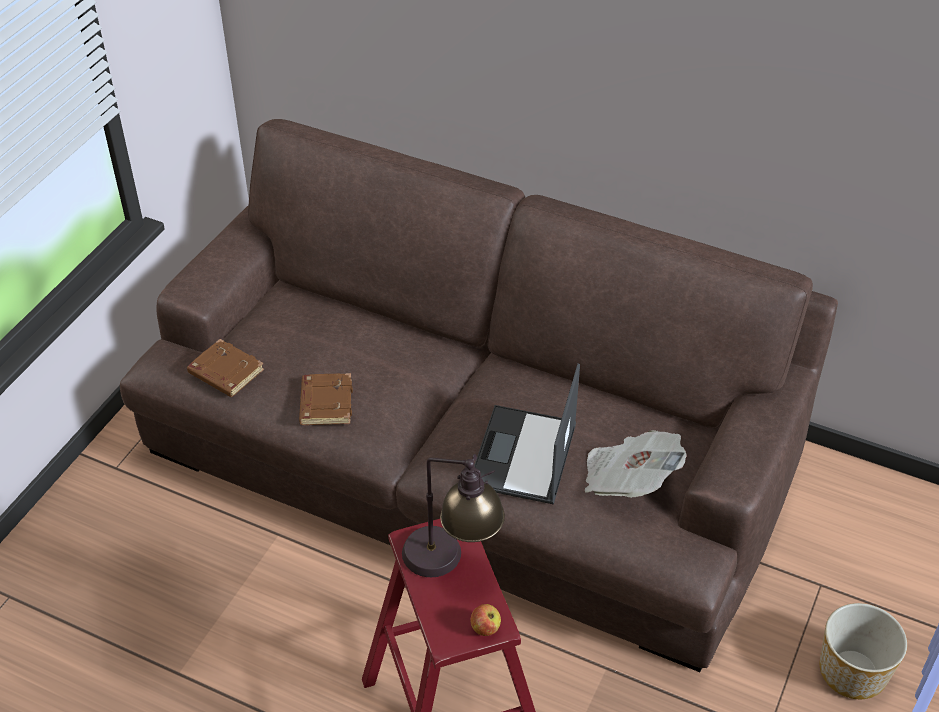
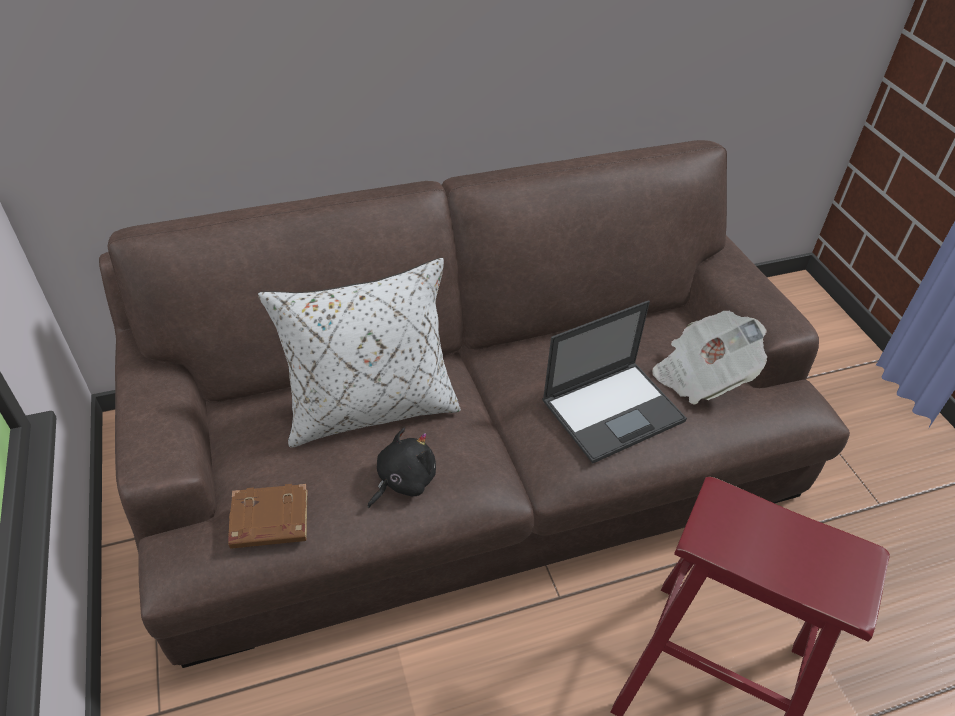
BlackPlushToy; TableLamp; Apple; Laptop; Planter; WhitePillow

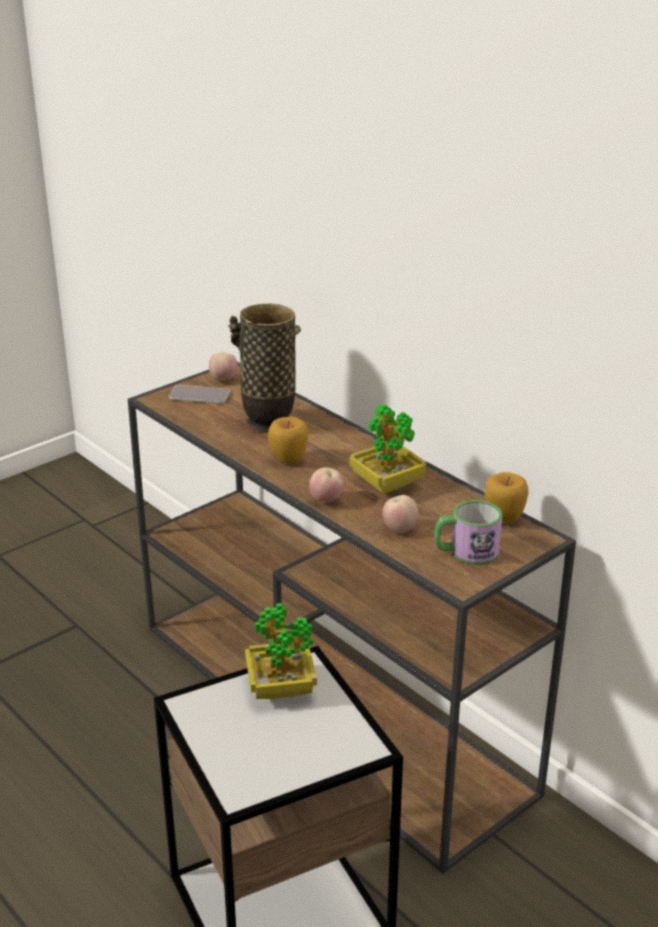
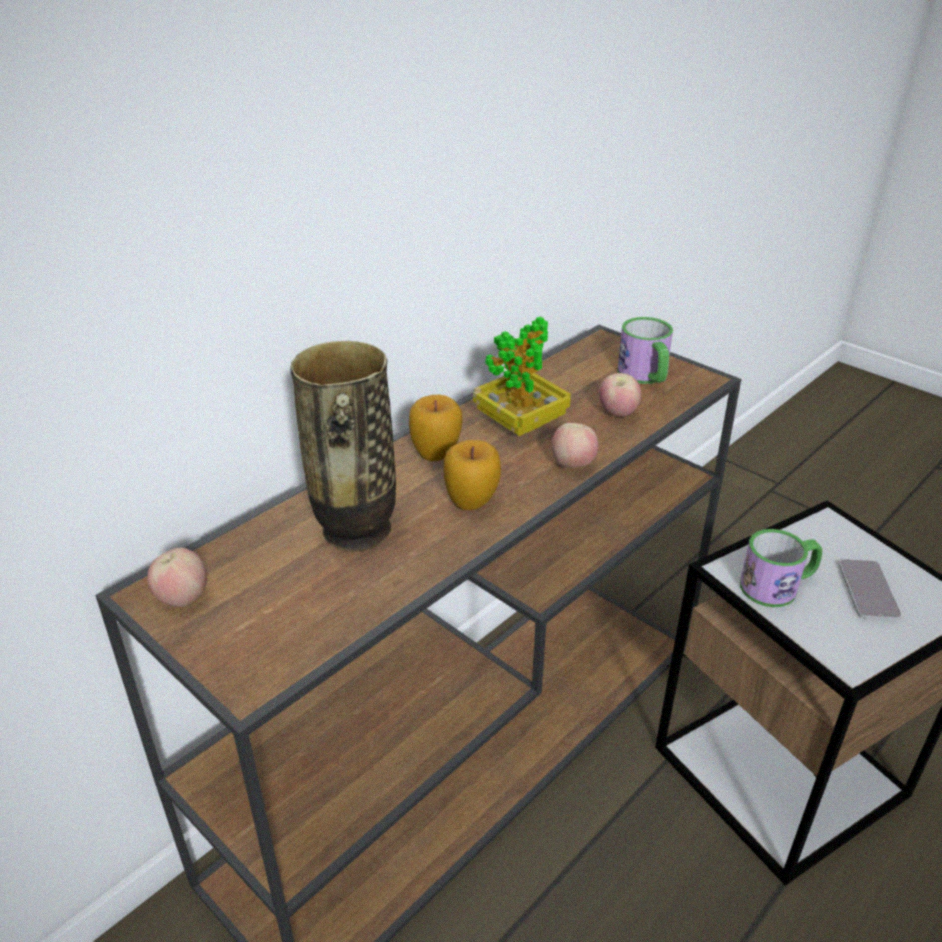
Phone; Mug (no. 2 from left); Apple (no. 2 from left)

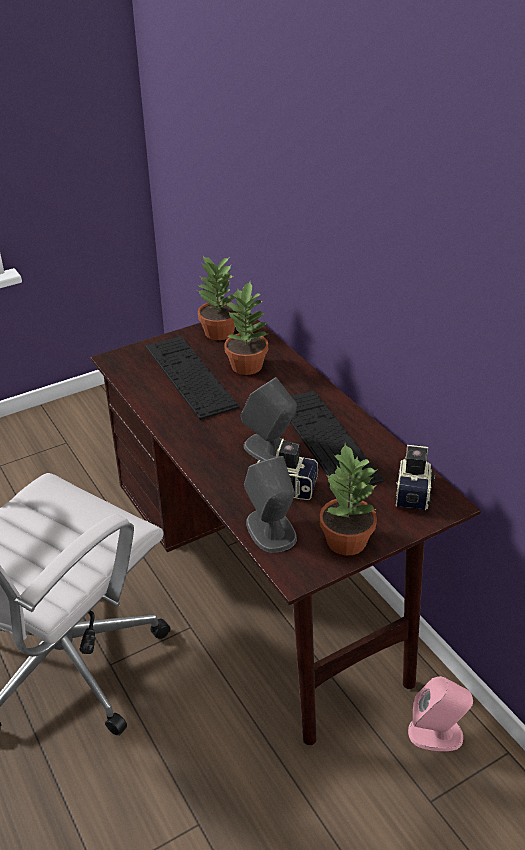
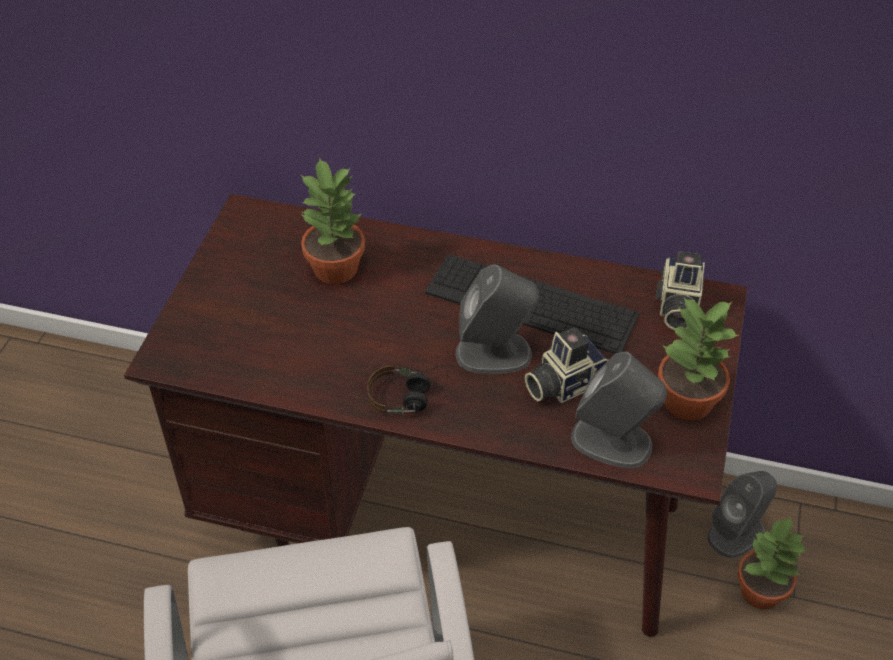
Keyboard (no. 1 from left in the first image); PottedPlant (no. 3 from left); PhotoCamera (no. 2 from left); GreySpeaker (no. 3 from left); Headphones

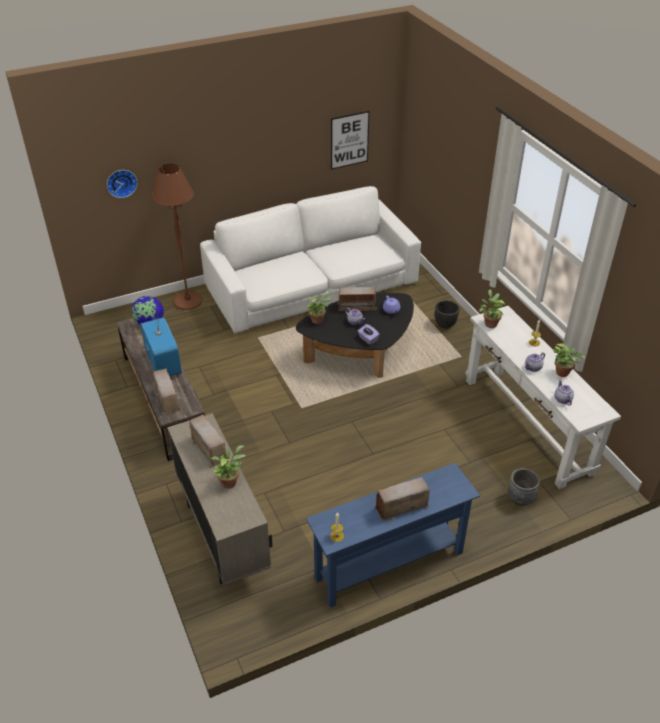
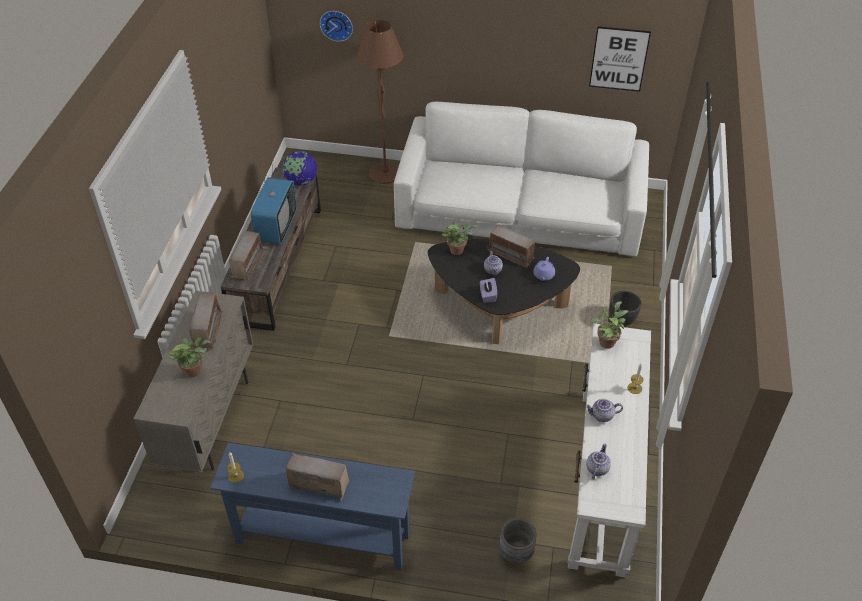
PottedPlant (no. 4 from left in the first image)

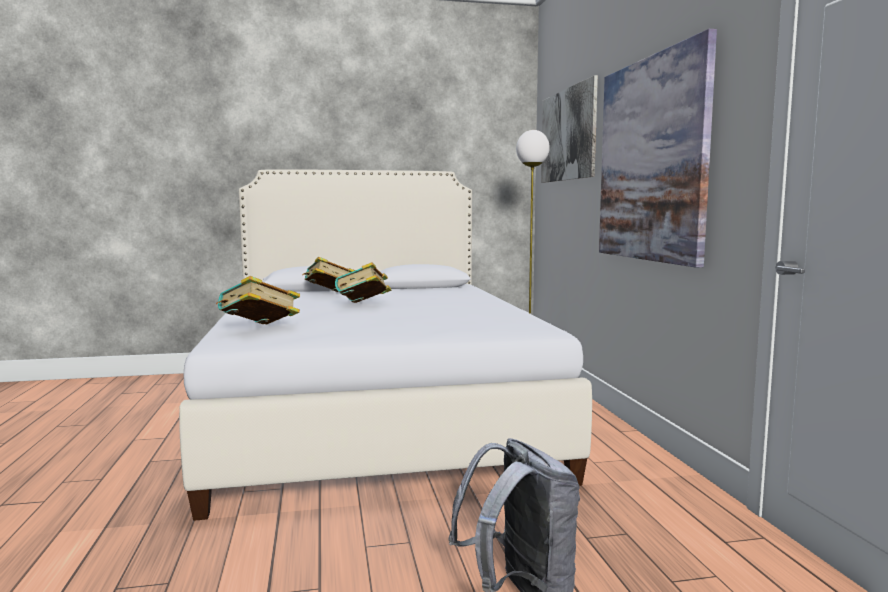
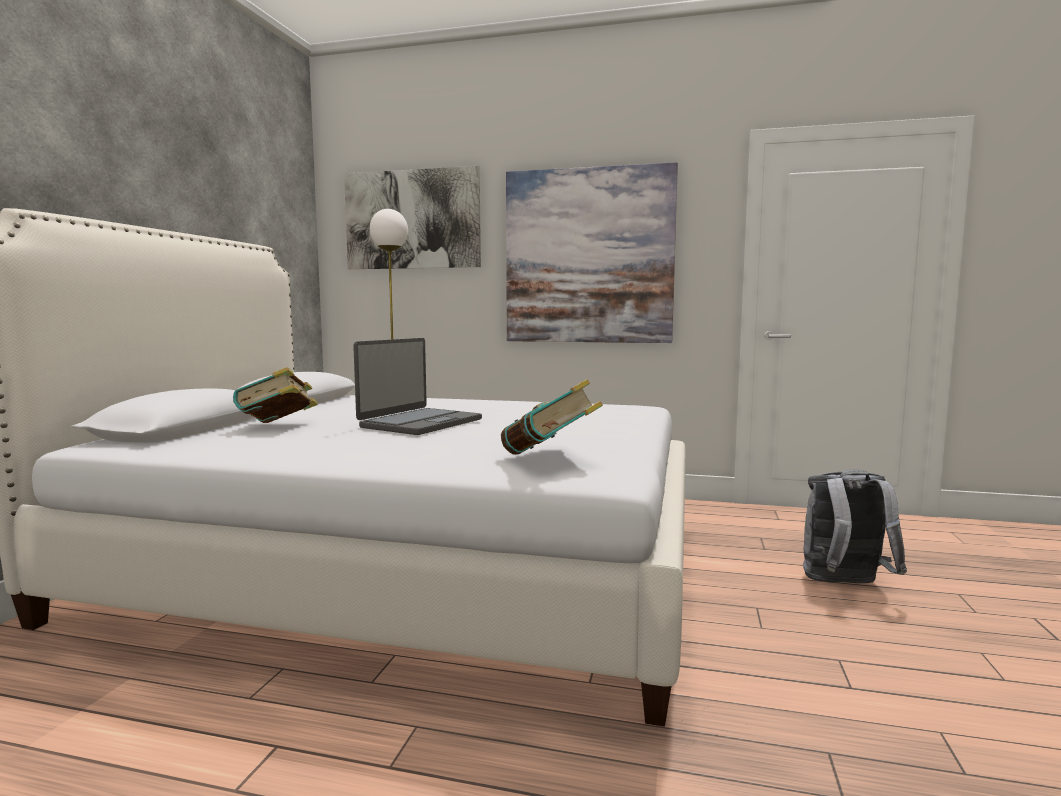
Laptop

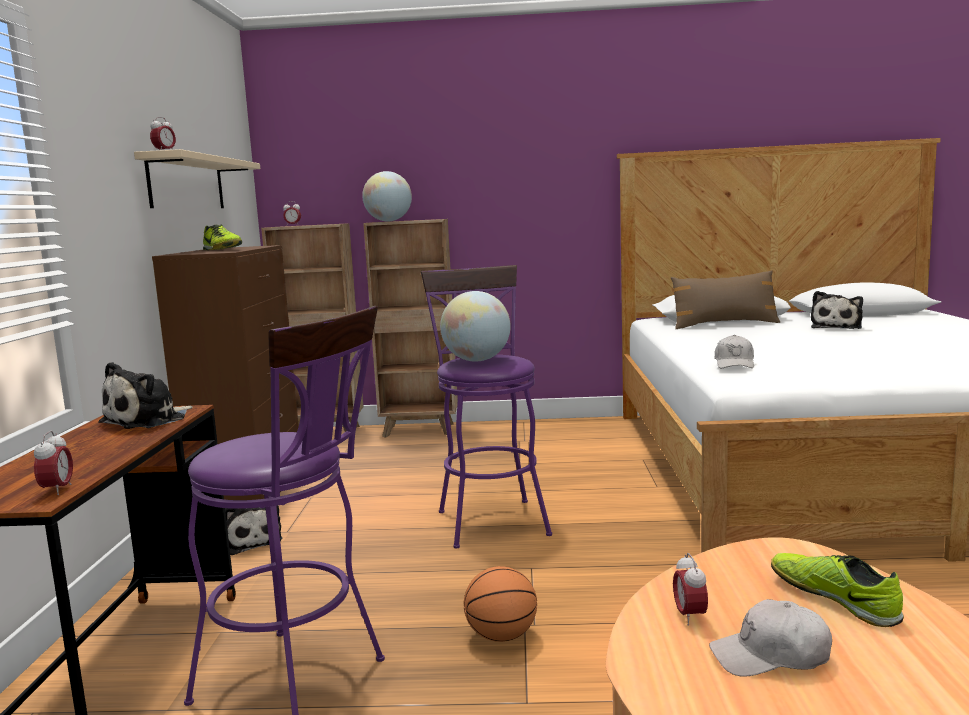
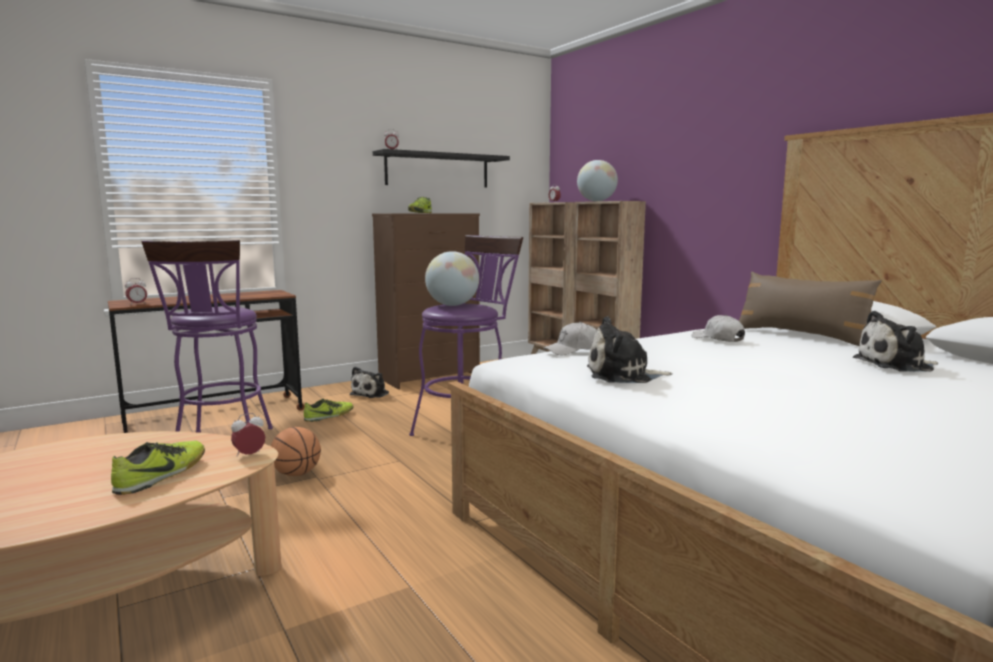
PlushToy (no. 2 from left); BlackShelf; AlarmClock (no. 2 from left); WhiteCap (no. 2 from left); Shoe (no. 2 from left)

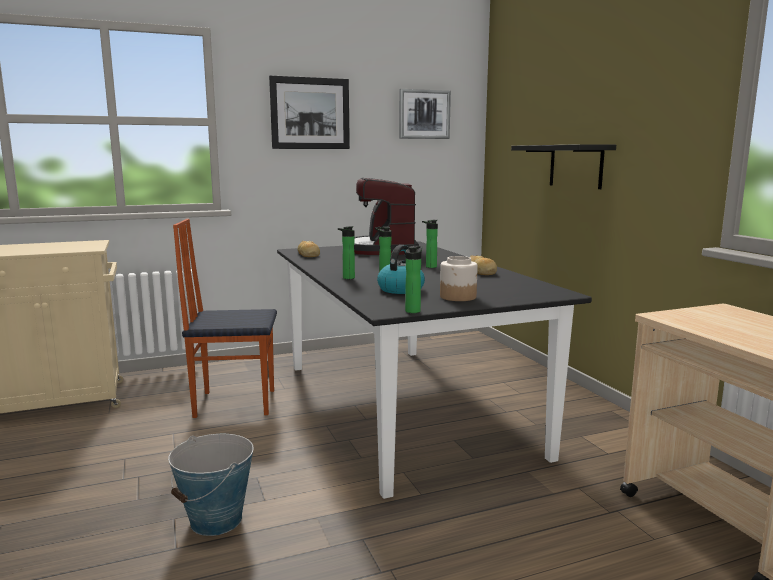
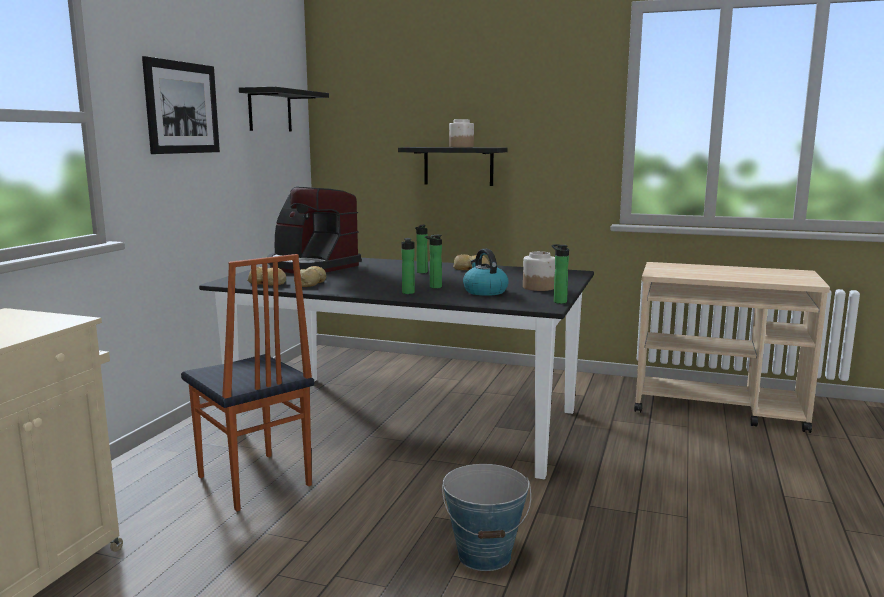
Chair; BlackShelf (no. 1 from left); Bread (no. 2 from left); Jar (no. 1 from left)

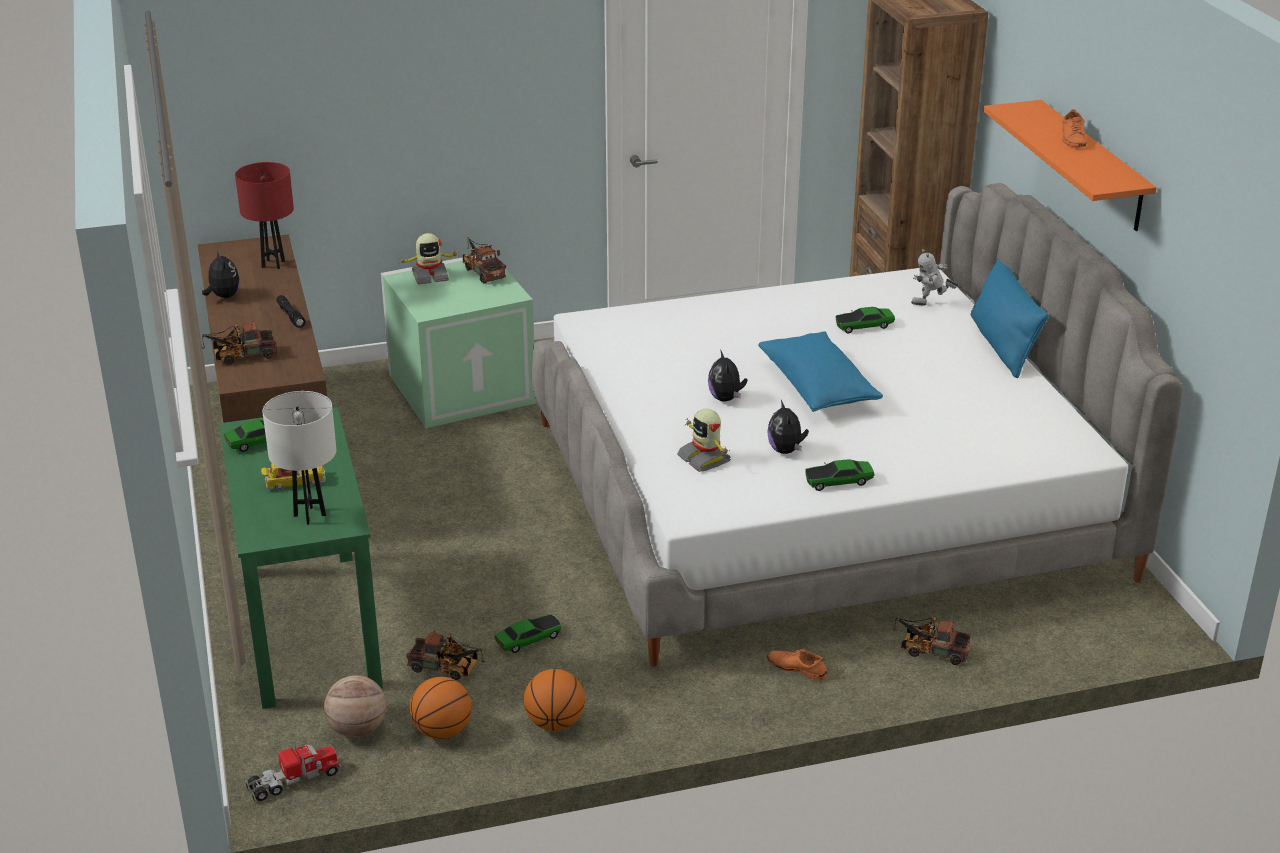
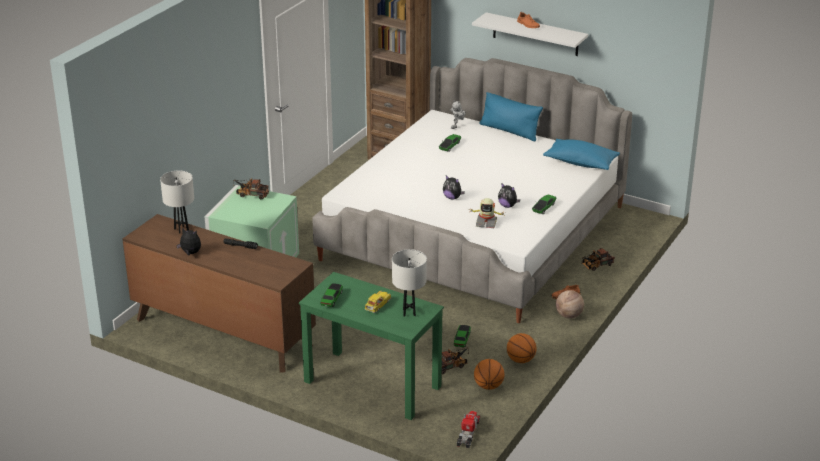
ToyTruck (no. 1 from left in the first image); WhiteTableLamp (no. 1 from left); Basketball (no. 3 from left); ToyRobot (no. 1 from left in the first image); BluePillow (no. 2 from left); WhiteShelf

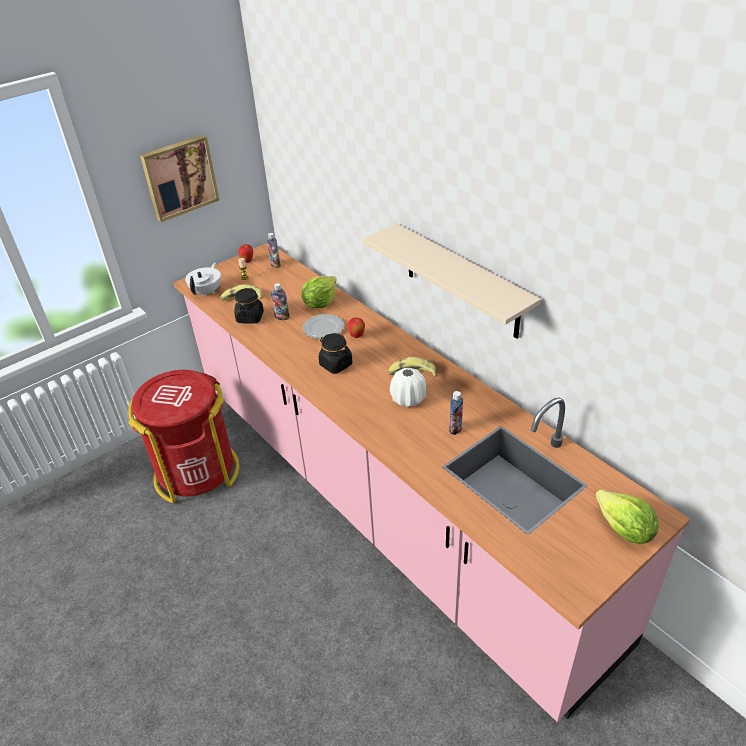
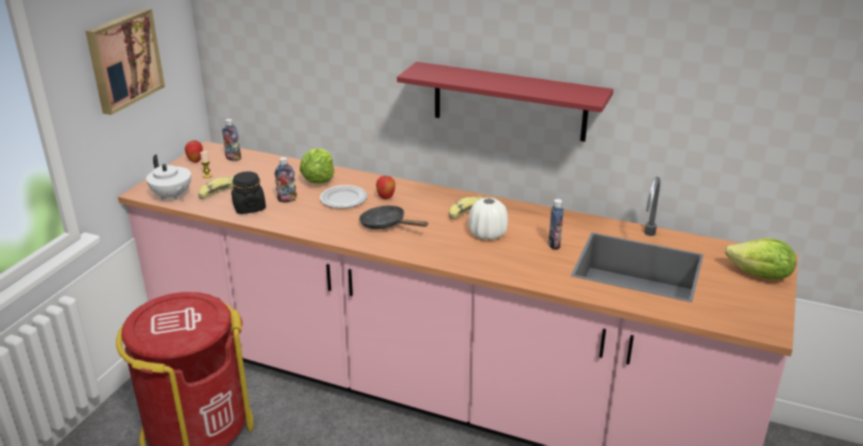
WhiteTeapot; BlackFryingPan; RedShelf

